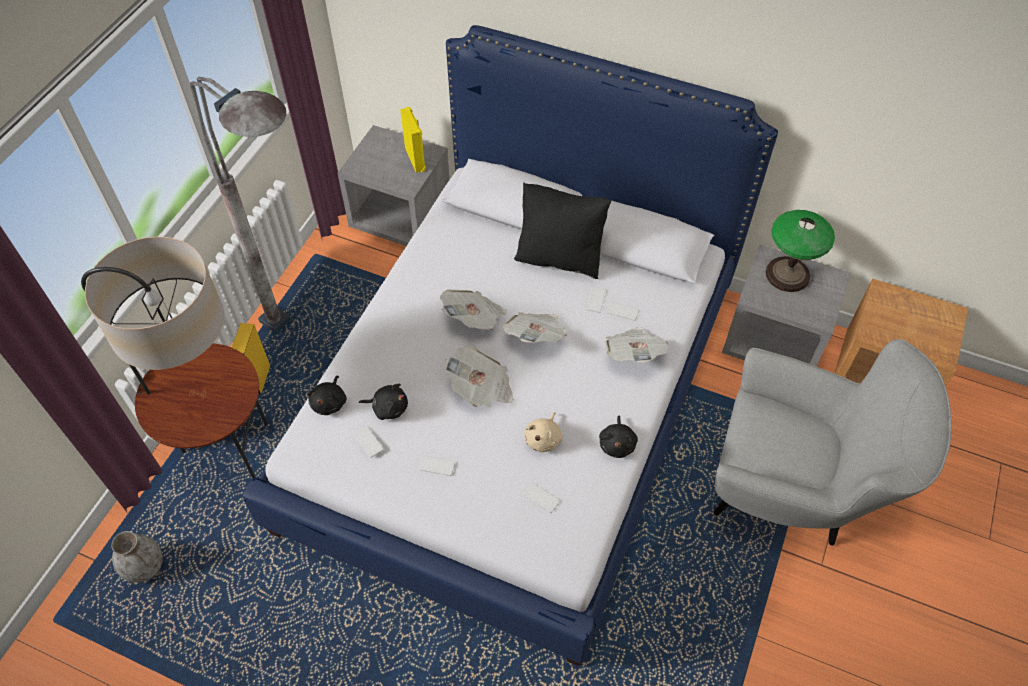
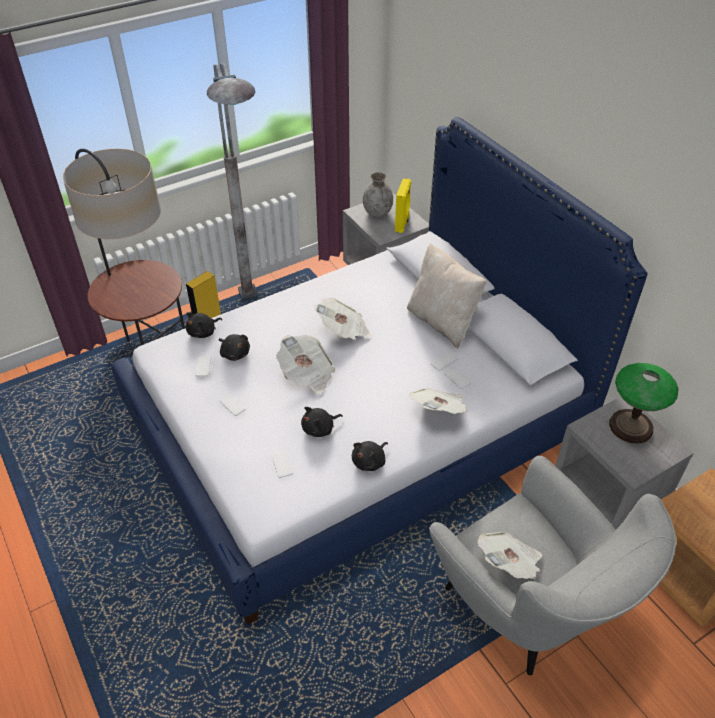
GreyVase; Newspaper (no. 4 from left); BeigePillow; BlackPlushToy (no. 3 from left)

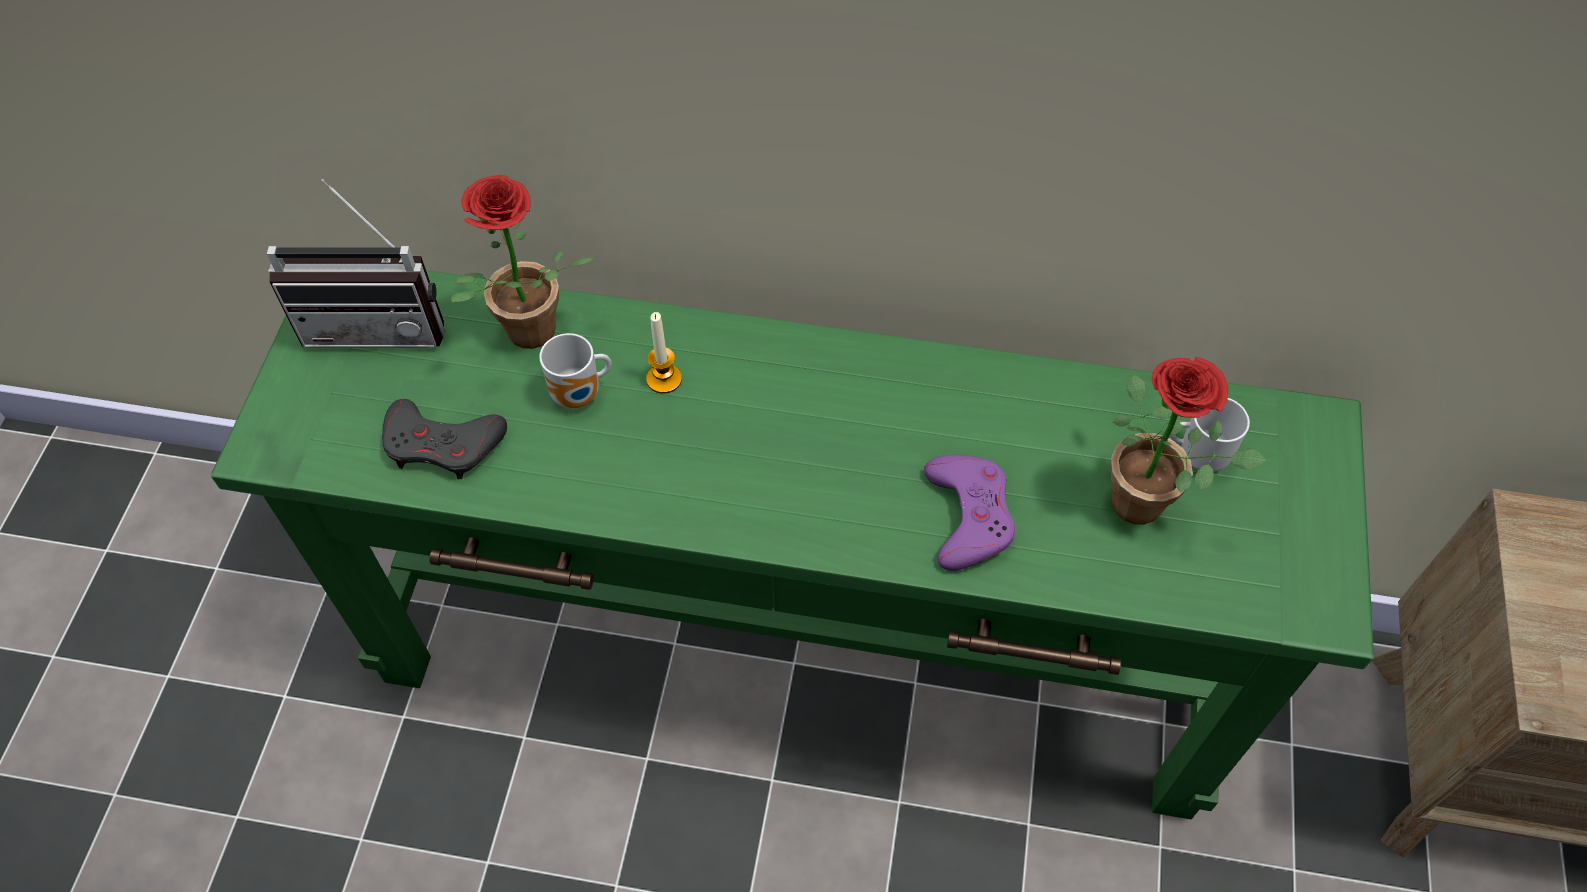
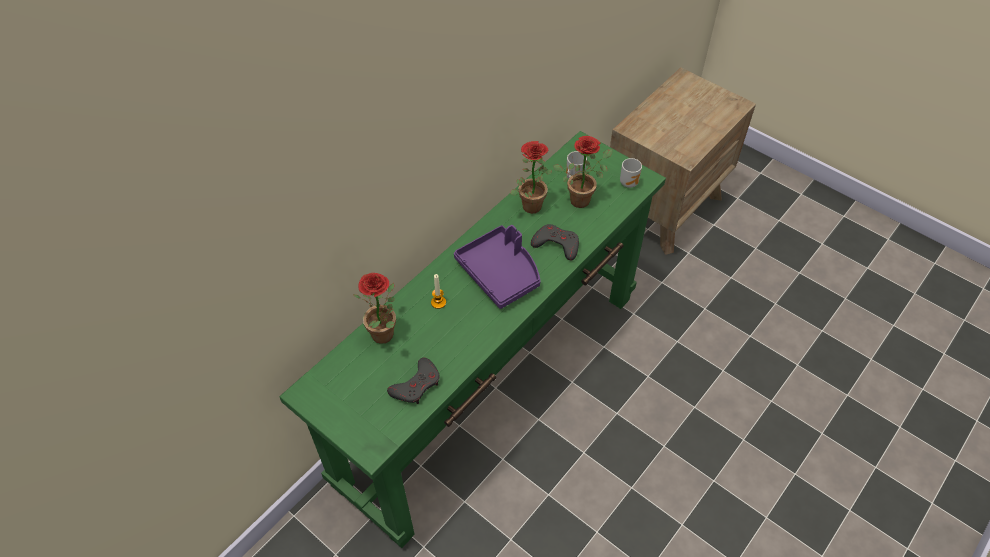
Radio; Mug (no. 2 from left); GreyGameController (no. 2 from left); PurpleTray; PottedPlant (no. 2 from left)

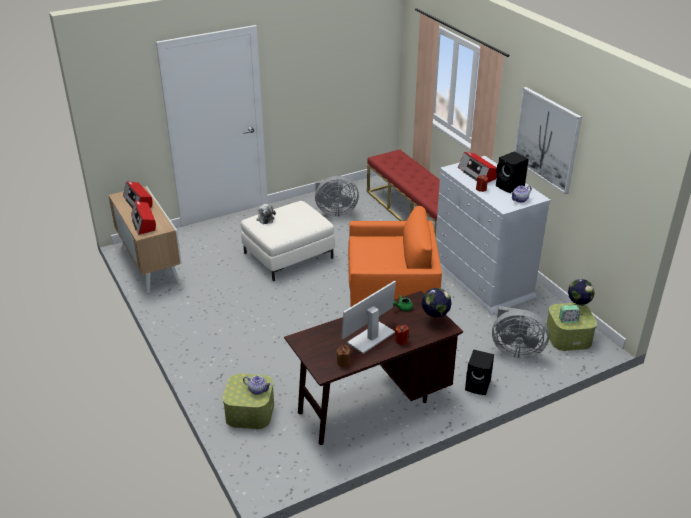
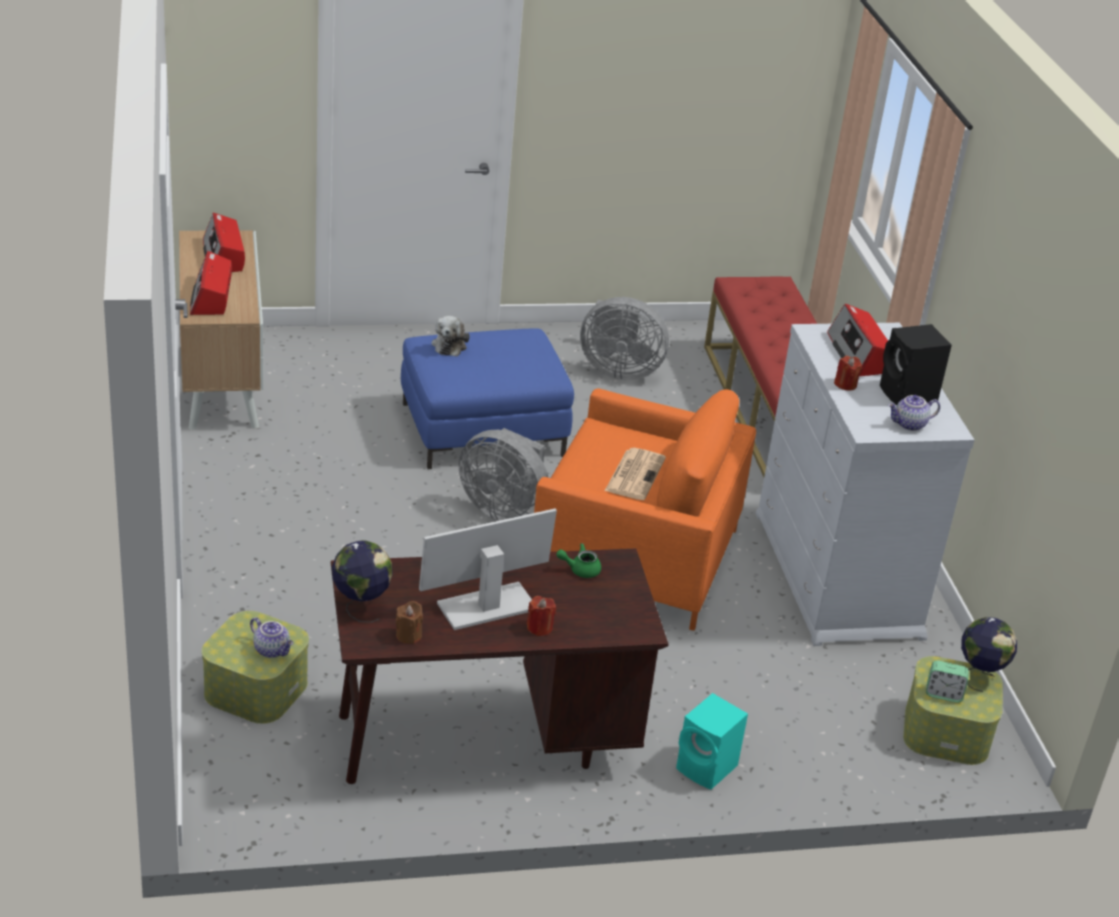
BlueOttoman; Globe (no. 1 from left); TurquoiseSpeaker; GreyFan (no. 1 from left); Picture; Newspaper

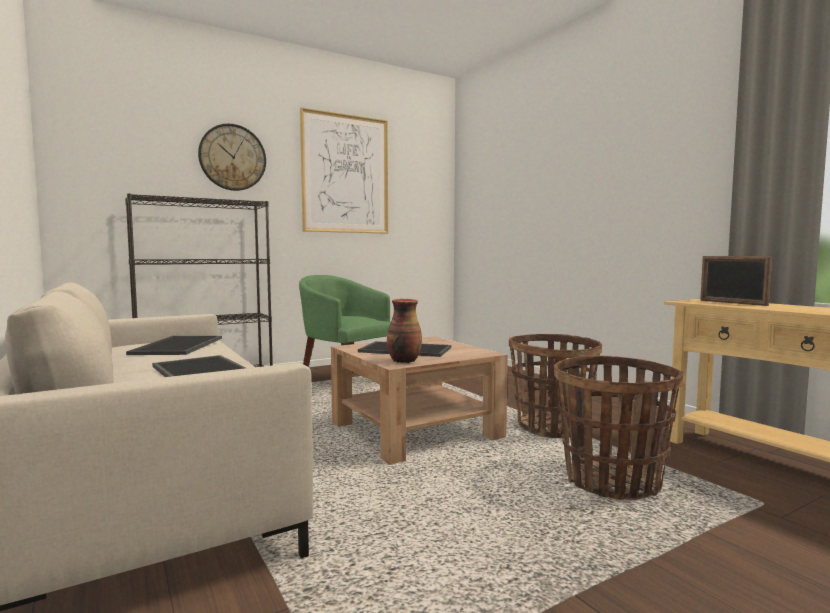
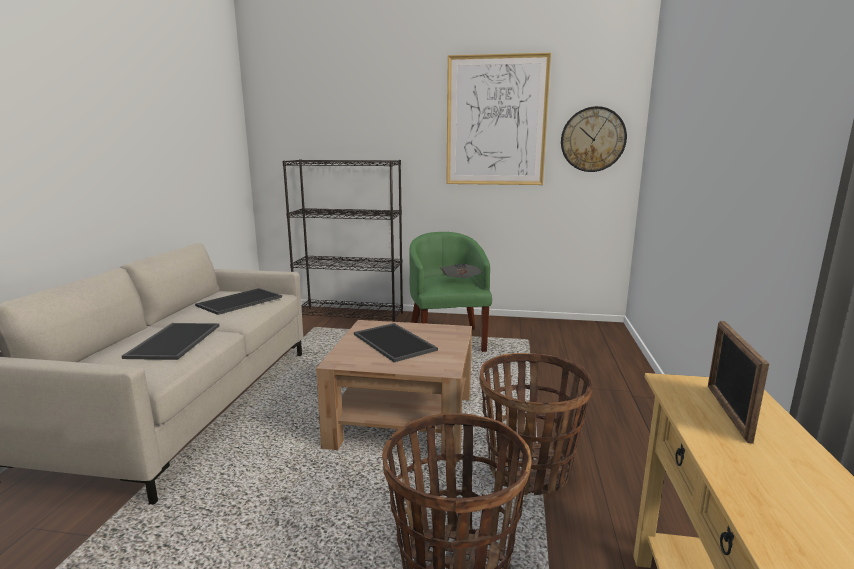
WallClock; Vase; Newspaper

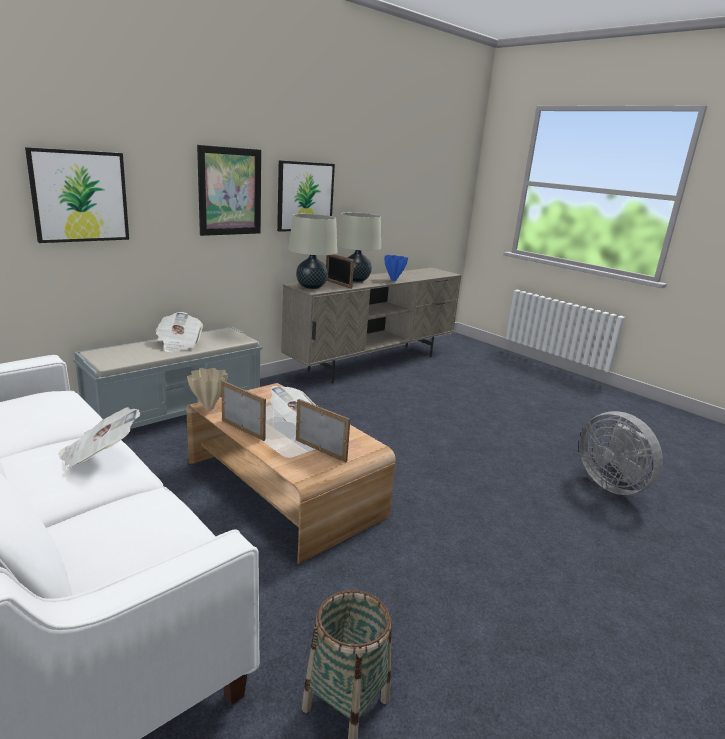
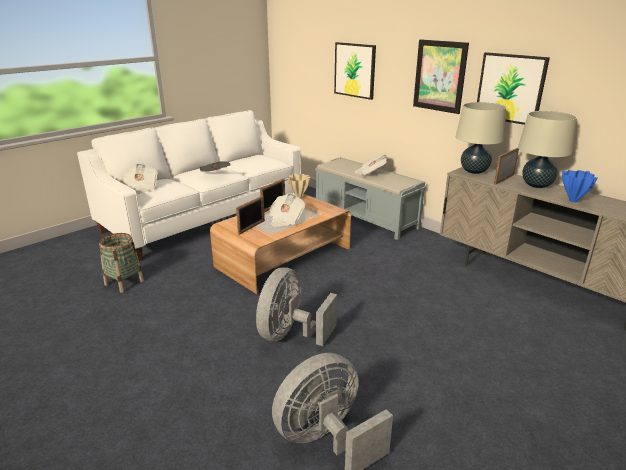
Newspaper (no. 1 from left); GreyFan (no. 1 from left)

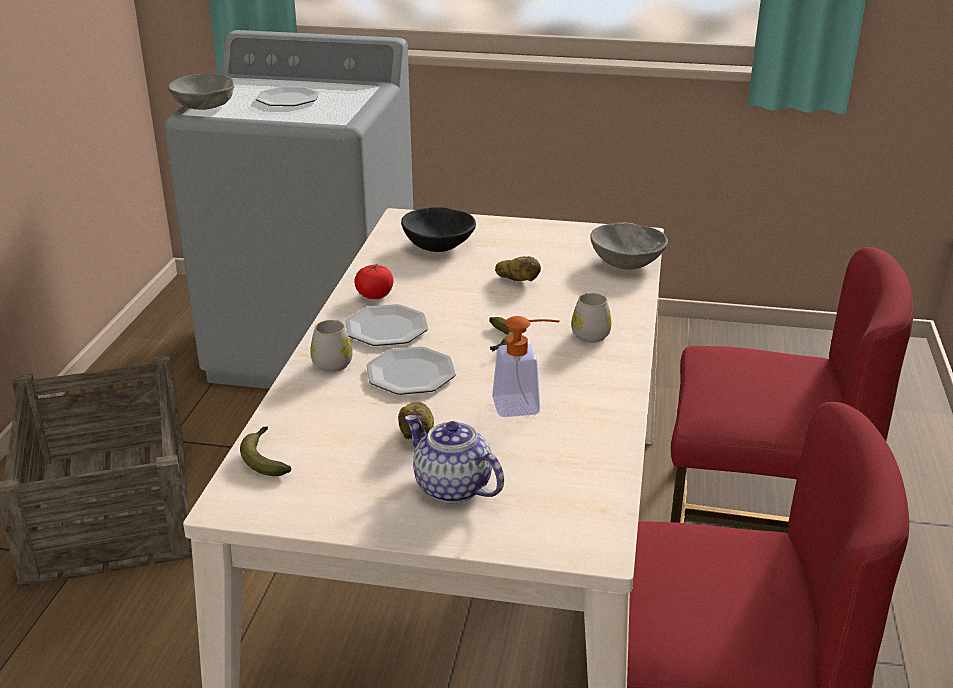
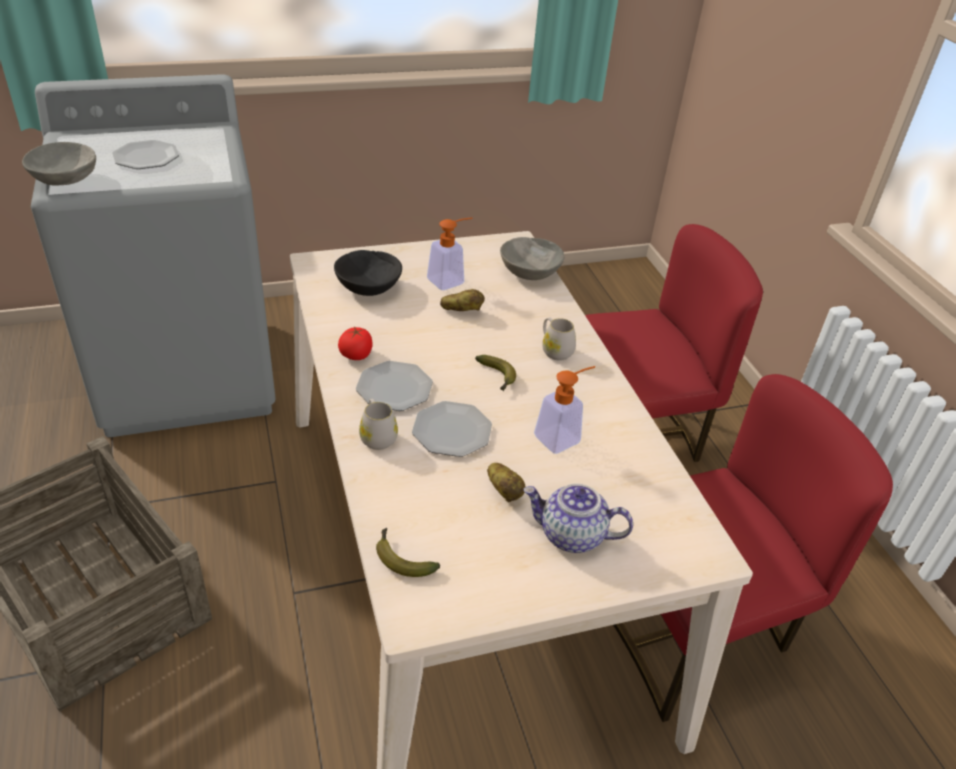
SoapDispenser (no. 1 from left)

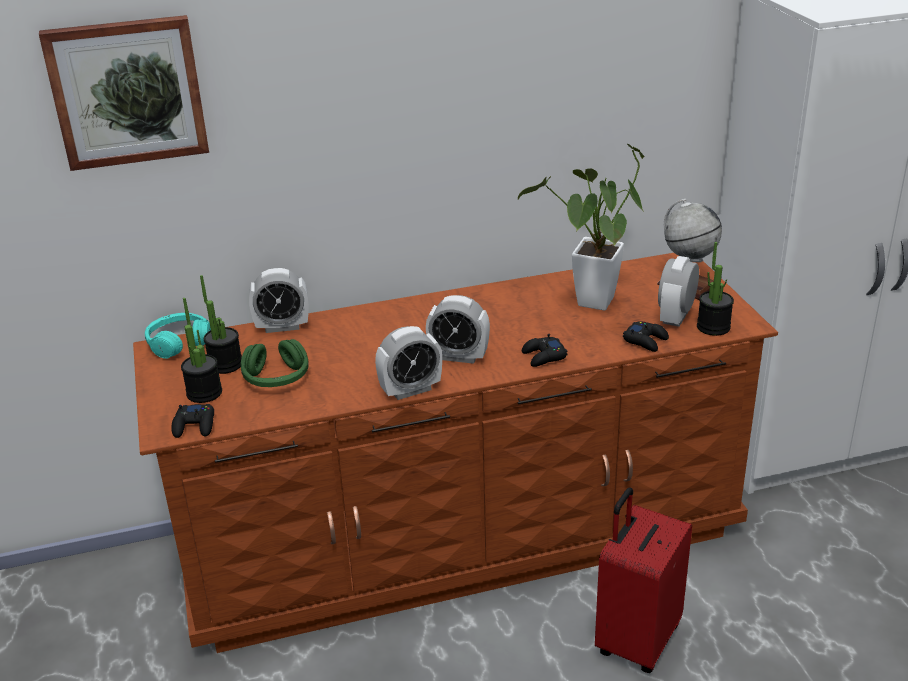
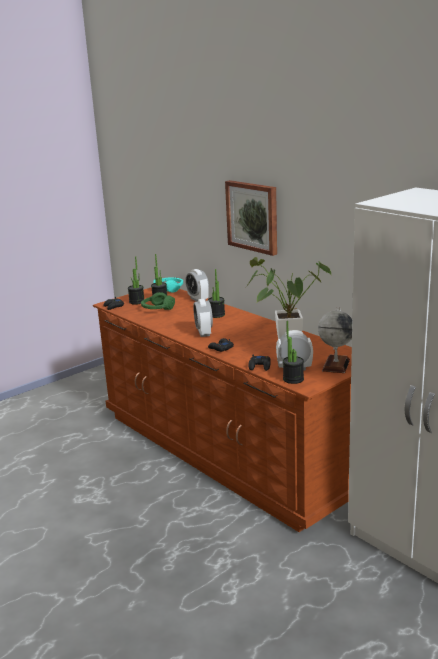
Picture; AlarmClock (no. 2 from left in the first image); RedSuitcase; PottedPlant (no. 3 from left)

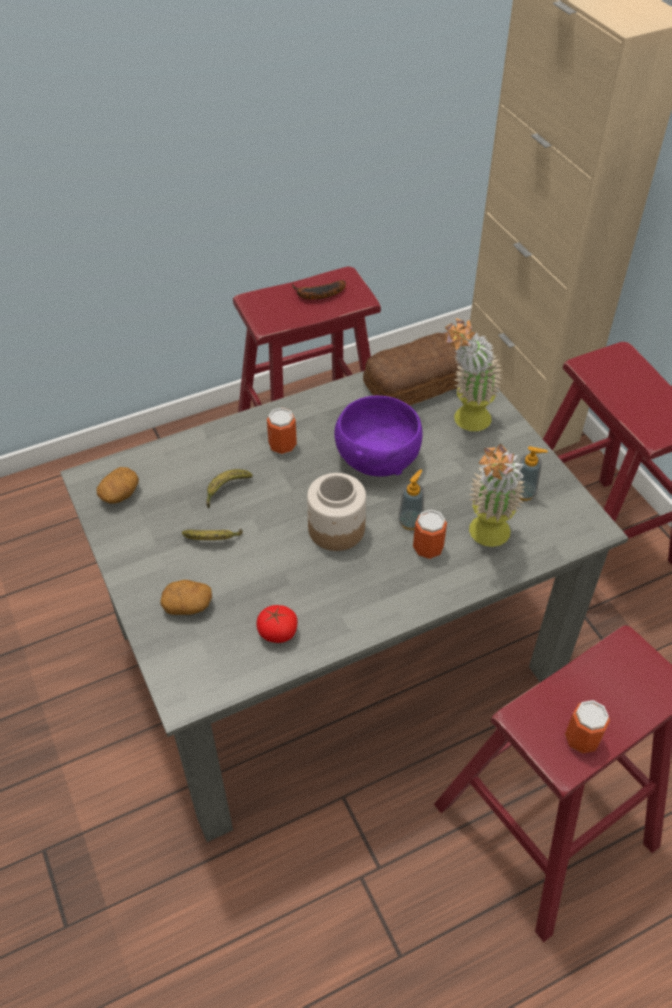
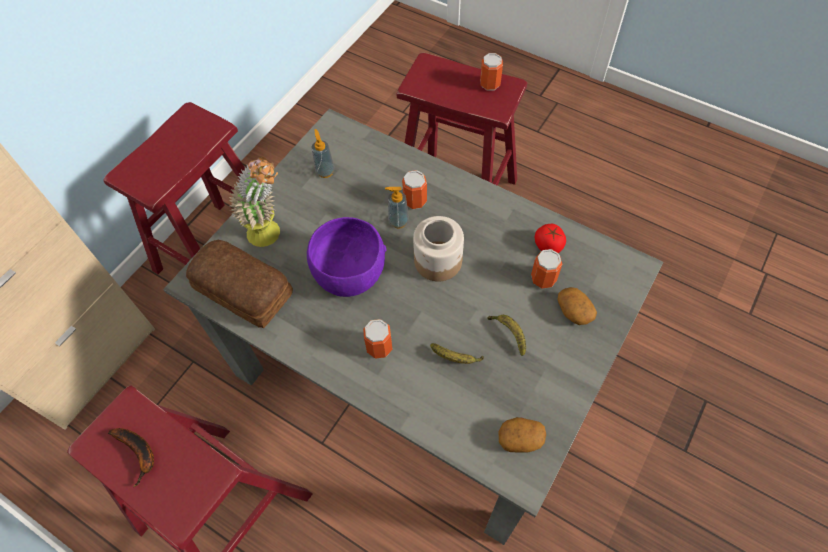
PottedPlant (no. 2 from left in the first image); Can (no. 4 from left)

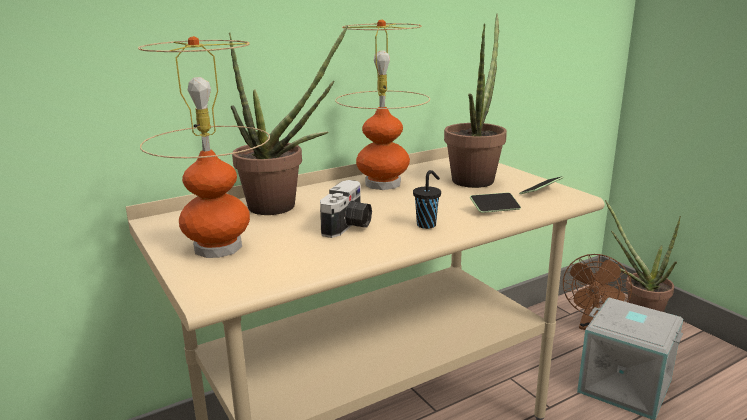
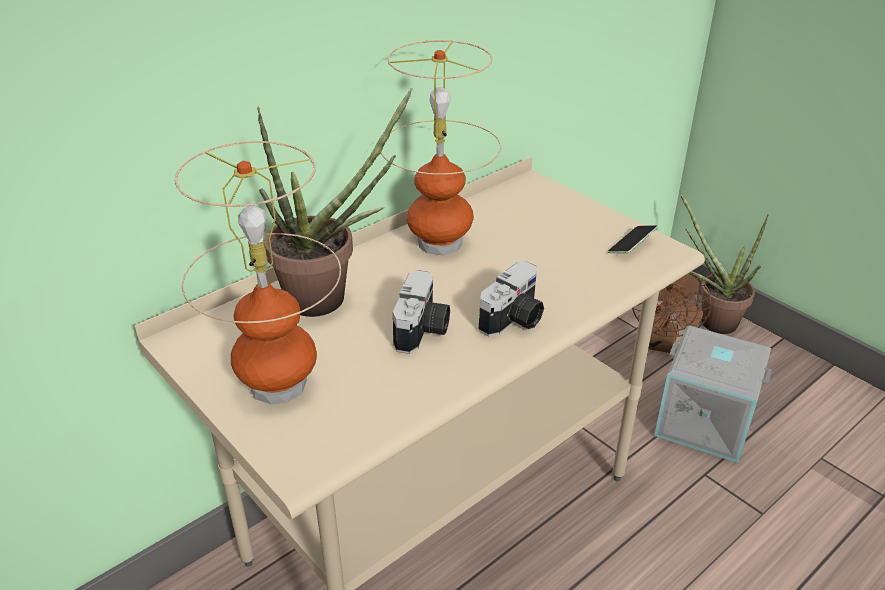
PhotoCamera (no. 2 from left); PottedPlant (no. 2 from left in the first image); Phone (no. 1 from left in the first image)

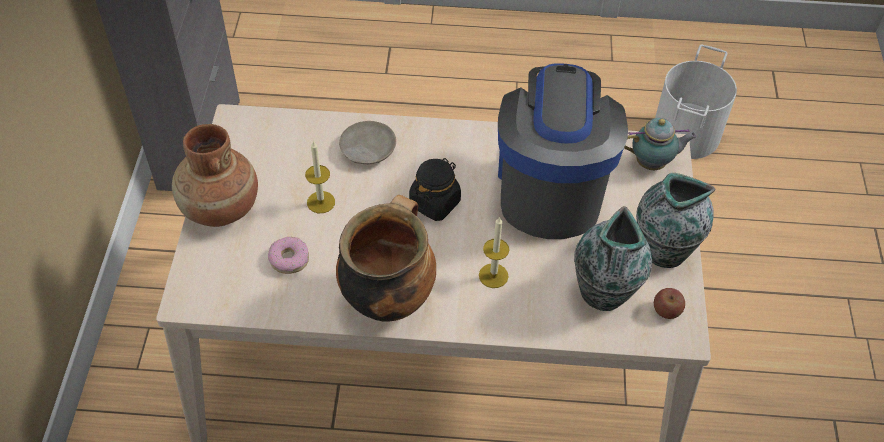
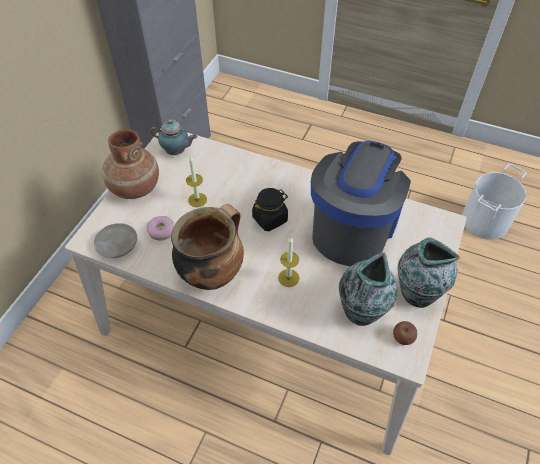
BeigePlate; Teapot

